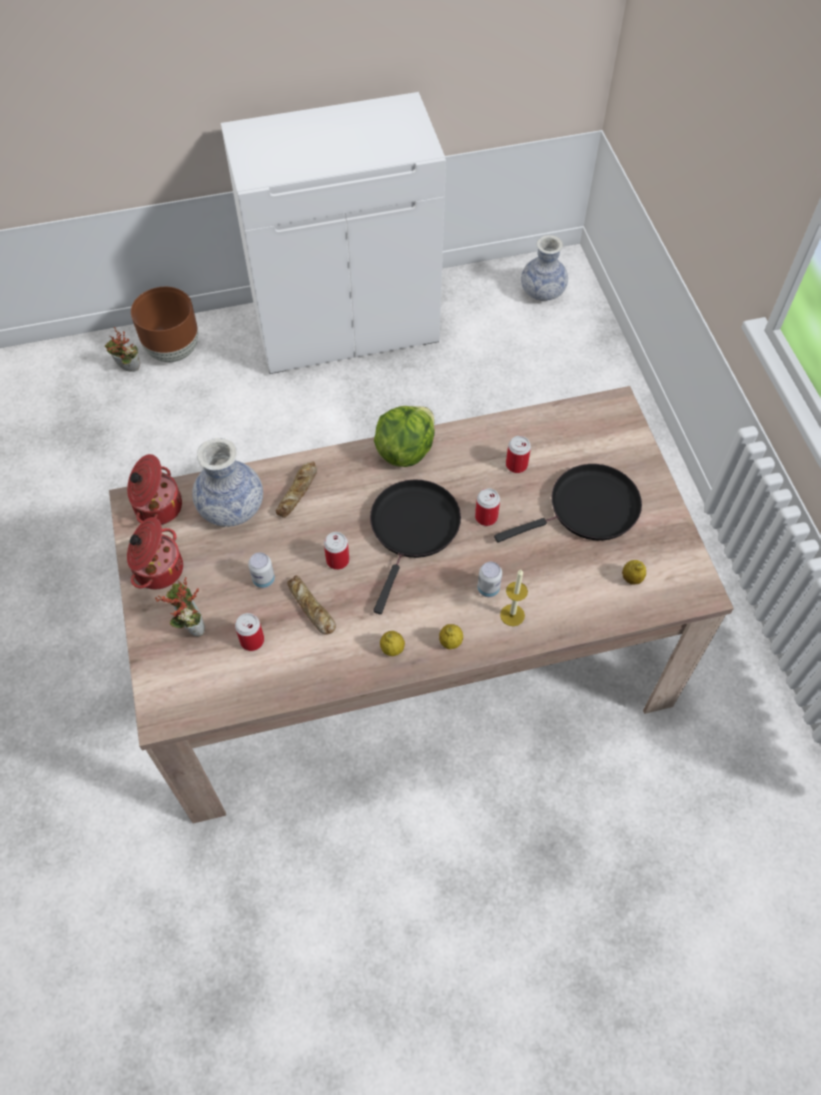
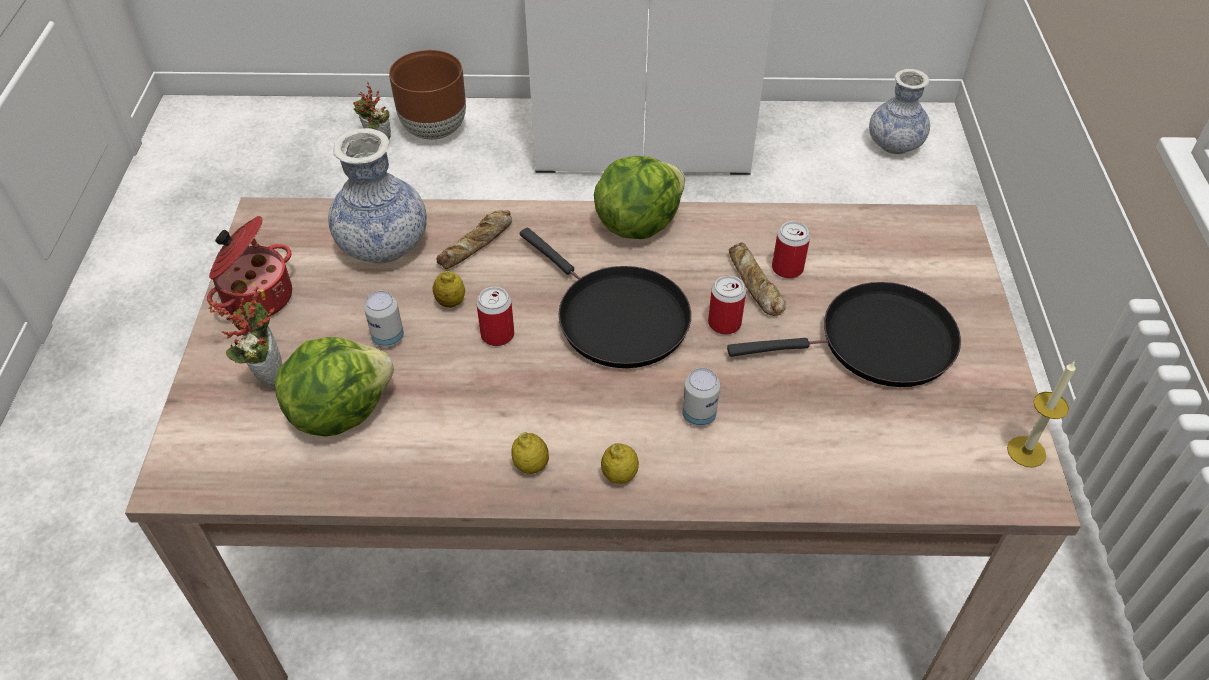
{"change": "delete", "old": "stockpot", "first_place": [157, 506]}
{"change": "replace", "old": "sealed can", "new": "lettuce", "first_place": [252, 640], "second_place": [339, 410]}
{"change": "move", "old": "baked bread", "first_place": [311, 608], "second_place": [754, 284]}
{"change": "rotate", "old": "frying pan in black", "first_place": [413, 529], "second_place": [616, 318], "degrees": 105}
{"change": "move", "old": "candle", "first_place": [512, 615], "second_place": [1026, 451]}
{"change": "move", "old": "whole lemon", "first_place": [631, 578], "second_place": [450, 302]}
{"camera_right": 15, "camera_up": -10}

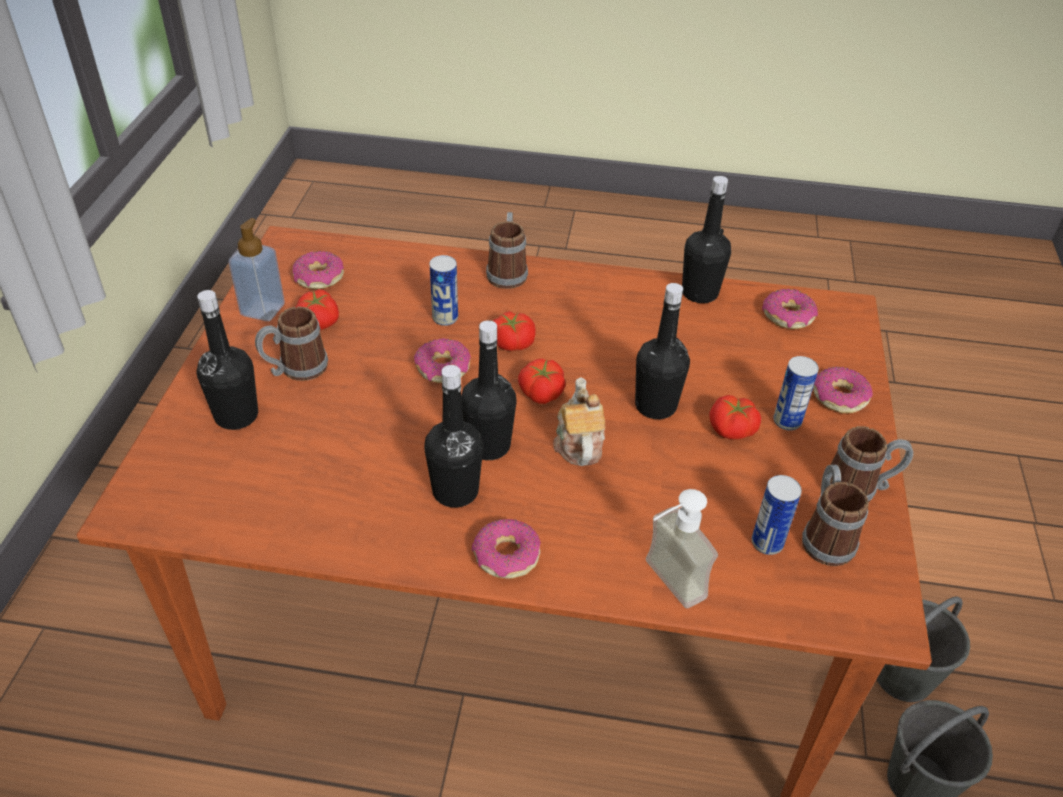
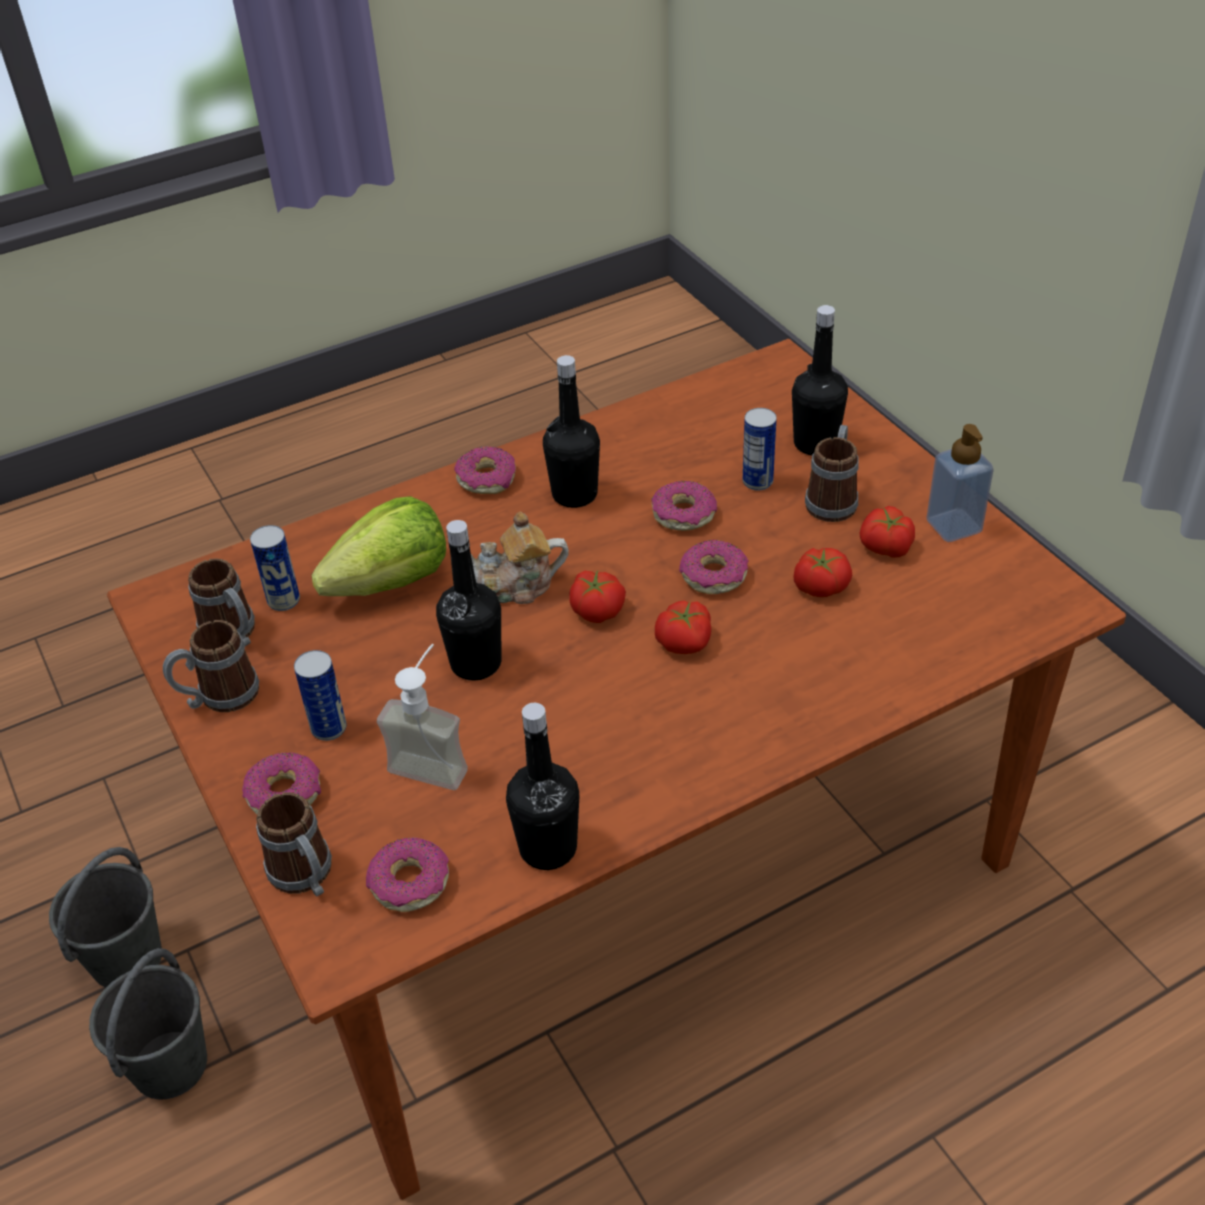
{"change": "move", "old": "doughnut", "first_place": [319, 278], "second_place": [683, 514]}
{"change": "move", "old": "sealed can", "first_place": [445, 318], "second_place": [757, 481]}
{"change": "delete", "old": "bottle in black", "first_place": [488, 445]}
{"change": "move", "old": "mug", "first_place": [507, 271], "second_place": [306, 877]}
{"change": "rotate", "old": "tea pot", "first_place": [578, 443], "second_place": [516, 586], "degrees": 120}
{"change": "move", "old": "liquid soap bottle", "first_place": [663, 585], "second_place": [434, 759]}
{"change": "move", "old": "tomato", "first_place": [732, 430], "second_place": [820, 585]}
{"change": "insert", "new": "lettuce", "second_place": [392, 582]}
{"camera_right": 145, "camera_up": 0}

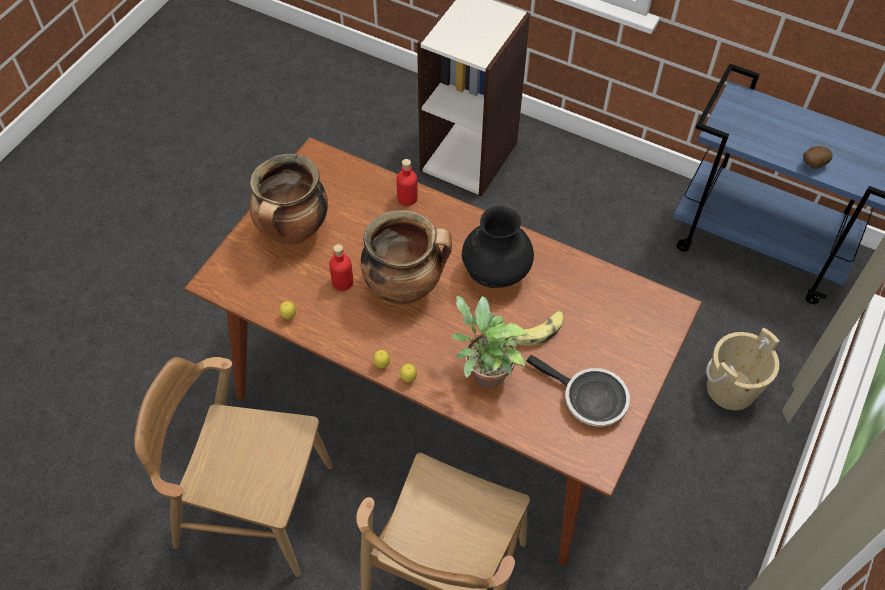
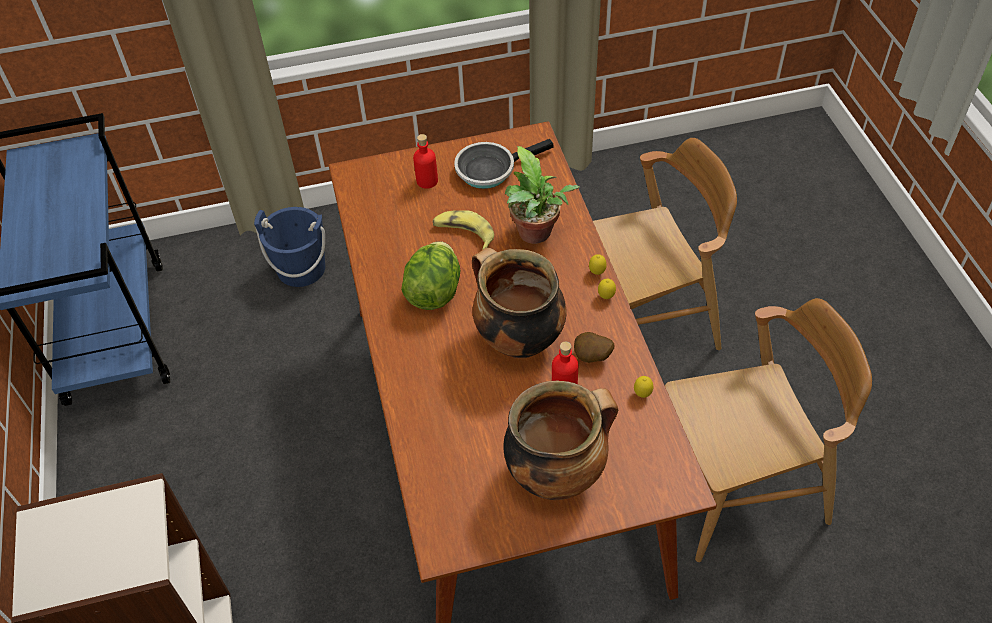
{"change": "rotate", "old": "plain chair in brown-coloured", "first_place": [254, 505], "second_place": [739, 487], "degrees": -75}
{"change": "move", "old": "bottle in red", "first_place": [407, 198], "second_place": [427, 181]}
{"change": "replace", "old": "flower vase in black", "new": "lettuce", "first_place": [496, 273], "second_place": [434, 292]}
{"change": "rotate", "old": "frying pan", "first_place": [589, 400], "second_place": [490, 169], "degrees": -105}
{"change": "recolor", "old": "pail in beige", "new": "pail in blue", "first_place": [731, 388], "second_place": [301, 268]}
{"change": "move", "old": "potato", "first_place": [812, 164], "second_place": [592, 358]}
{"camera_right": -130, "camera_up": -5}

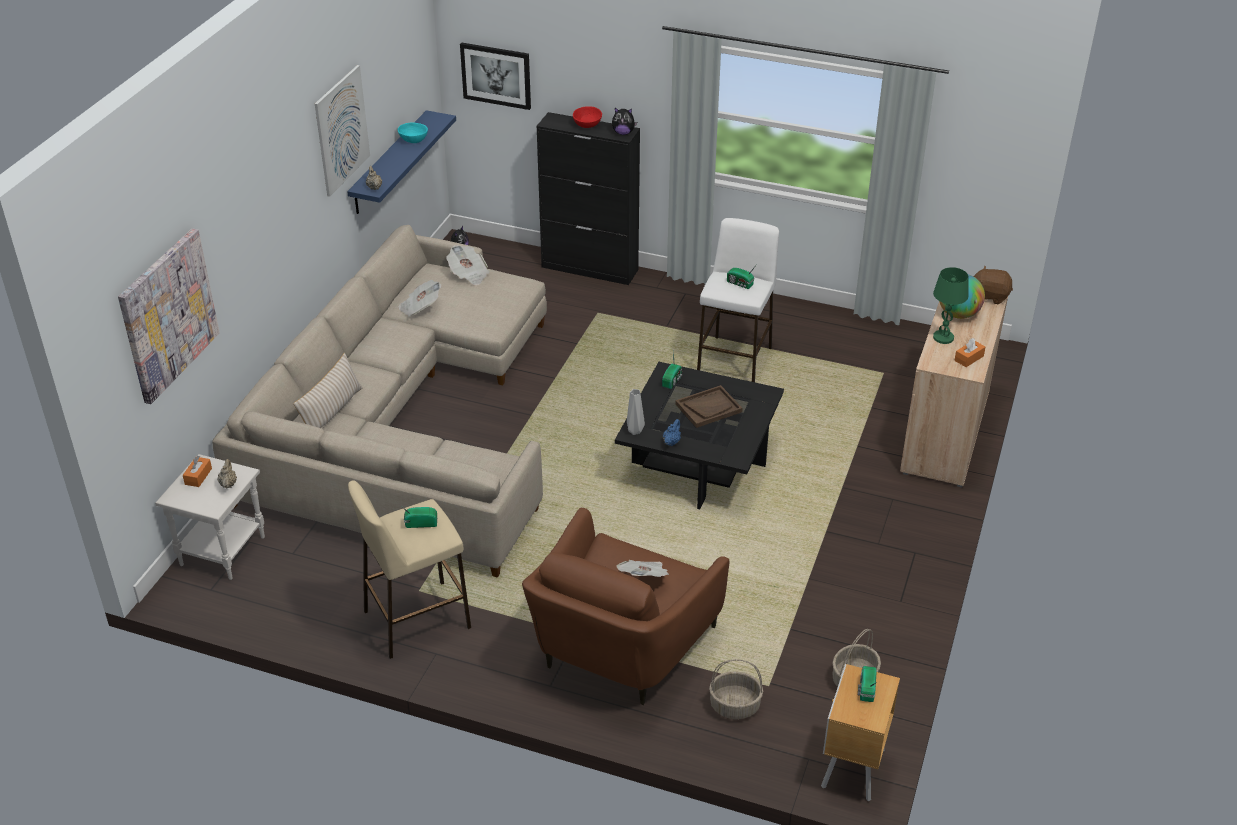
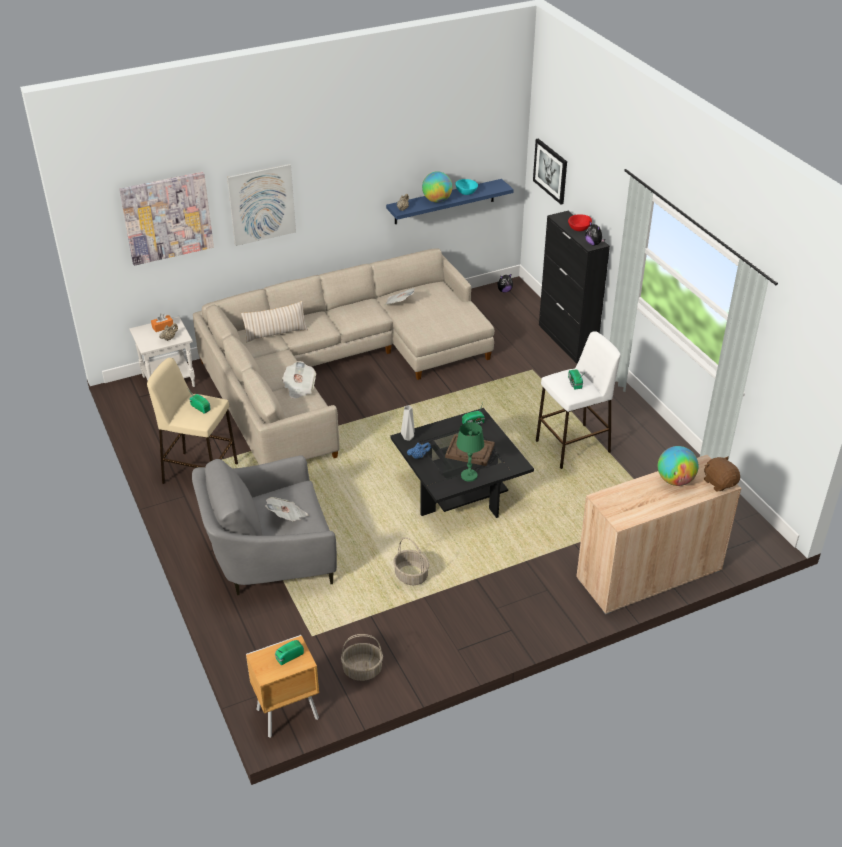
{"change": "move", "old": "wall picture", "first_place": [342, 130], "second_place": [262, 204]}
{"change": "move", "old": "printed paper", "first_place": [469, 274], "second_place": [299, 388]}
{"change": "recolor", "old": "armchair in brown-coloured", "new": "armchair in grey", "first_place": [620, 648], "second_place": [269, 558]}
{"change": "move", "old": "storage basket", "first_place": [734, 706], "second_place": [410, 575]}
{"change": "move", "old": "table lamp in green", "first_place": [943, 337], "second_place": [469, 476]}
{"change": "delete", "old": "tissue holder in orangey", "first_place": [969, 358]}
{"change": "insert", "new": "globe", "second_place": [437, 200]}
{"camera_right": 45, "camera_up": 0}

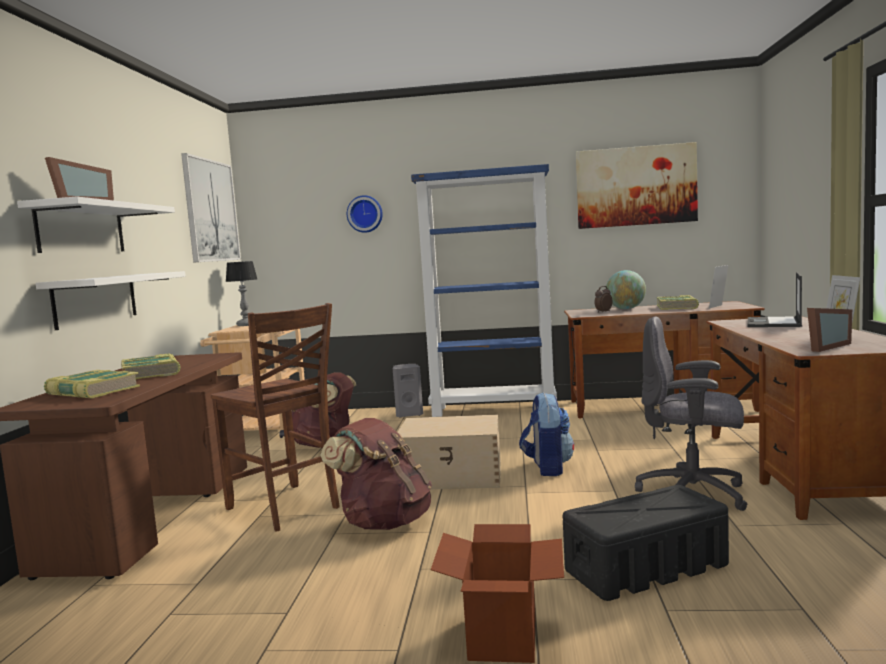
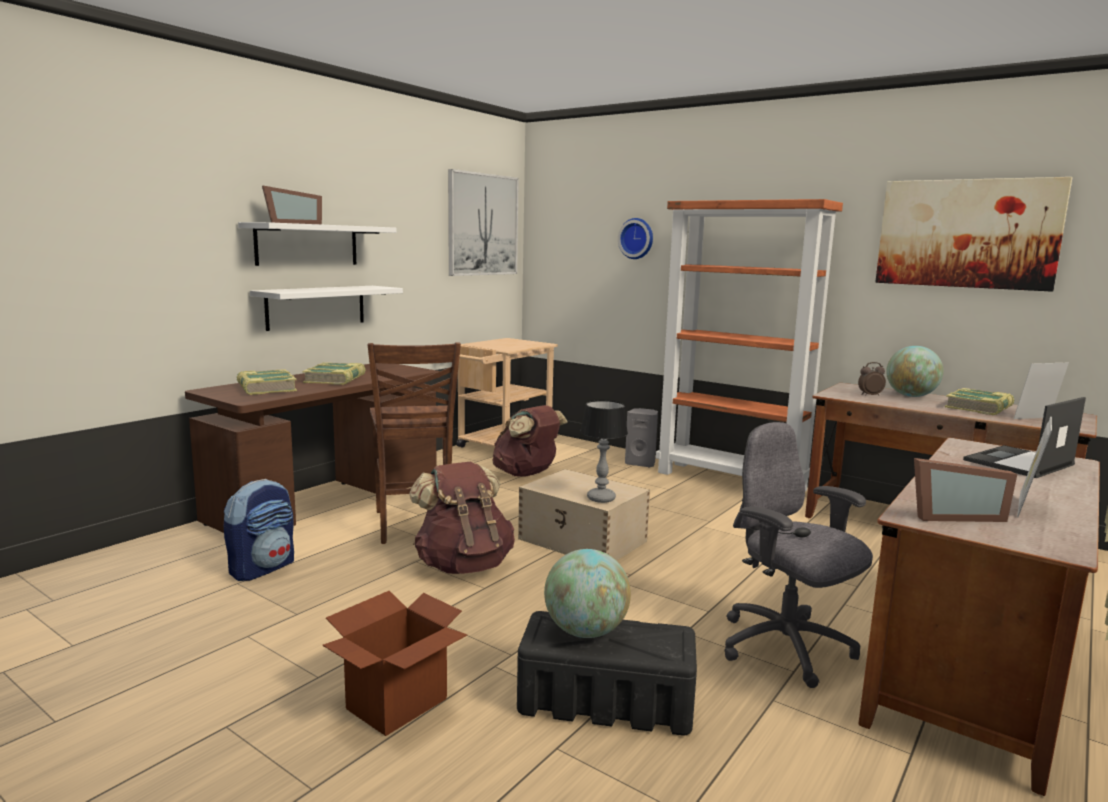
{"change": "move", "old": "table lamp", "first_place": [246, 325], "second_place": [601, 498]}
{"change": "recolor", "old": "bookshelf in blue", "new": "bookshelf in orangey", "first_place": [494, 409], "second_place": [732, 481]}
{"change": "move", "old": "backpack", "first_place": [547, 468], "second_place": [263, 568]}
{"change": "insert", "new": "globe", "second_place": [586, 631]}
{"camera_right": 30, "camera_up": 5}

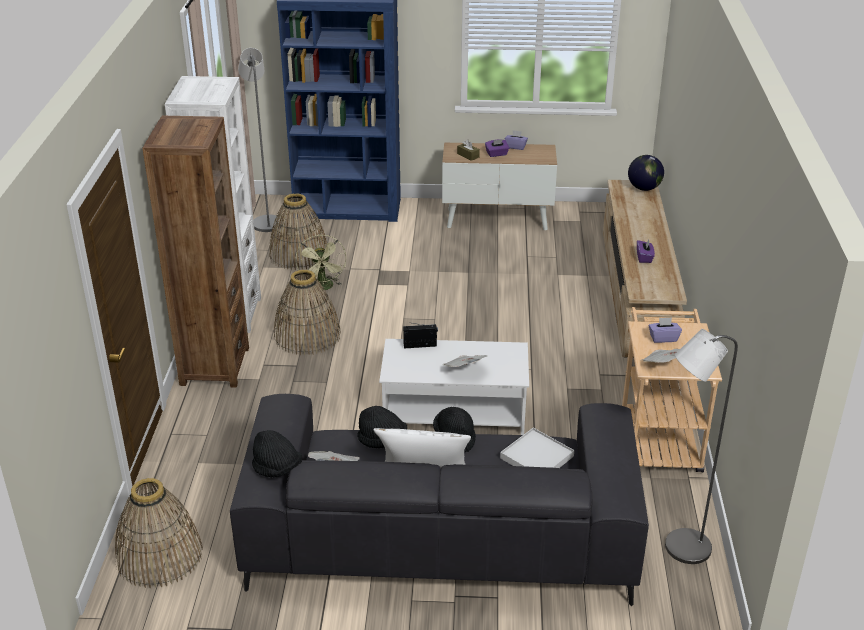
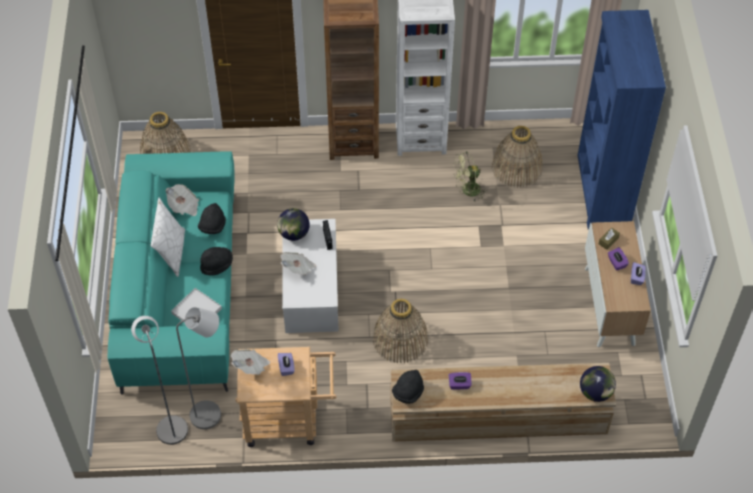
{"change": "recolor", "old": "sofa in grey", "new": "sofa in blue-green", "first_place": [440, 538], "second_place": [180, 289]}
{"change": "move", "old": "standing lamp in grey", "first_place": [266, 221], "second_place": [211, 413]}
{"change": "move", "old": "clothing hat in black", "first_place": [277, 468], "second_place": [408, 392]}
{"change": "move", "old": "storage basket", "first_place": [307, 335], "second_place": [400, 339]}
{"change": "insert", "new": "globe", "second_place": [293, 234]}
{"camera_right": 85, "camera_up": 20}

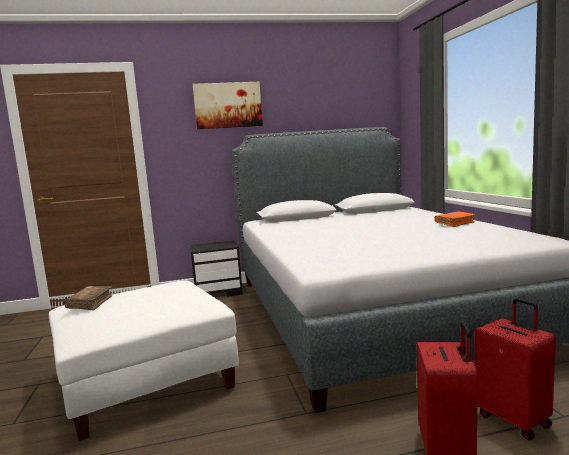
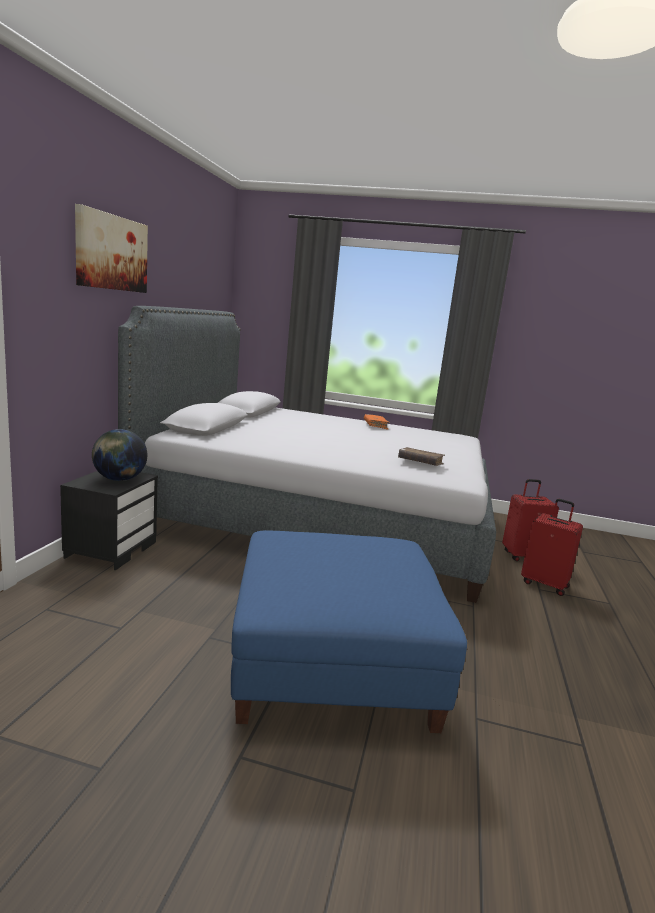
{"change": "recolor", "old": "pouffe in white-coloured", "new": "pouffe in blue", "first_place": [146, 379], "second_place": [331, 661]}
{"change": "move", "old": "book in brown-coloured", "first_place": [90, 303], "second_place": [420, 462]}
{"change": "insert", "new": "globe", "second_place": [119, 479]}
{"camera_right": -65, "camera_up": 5}

